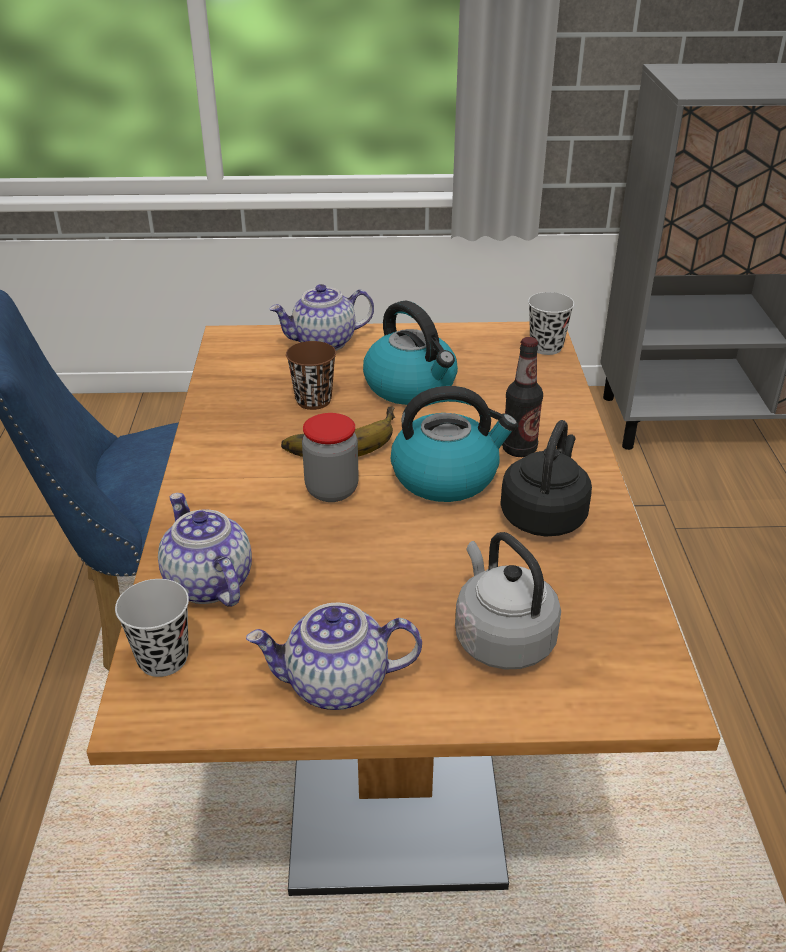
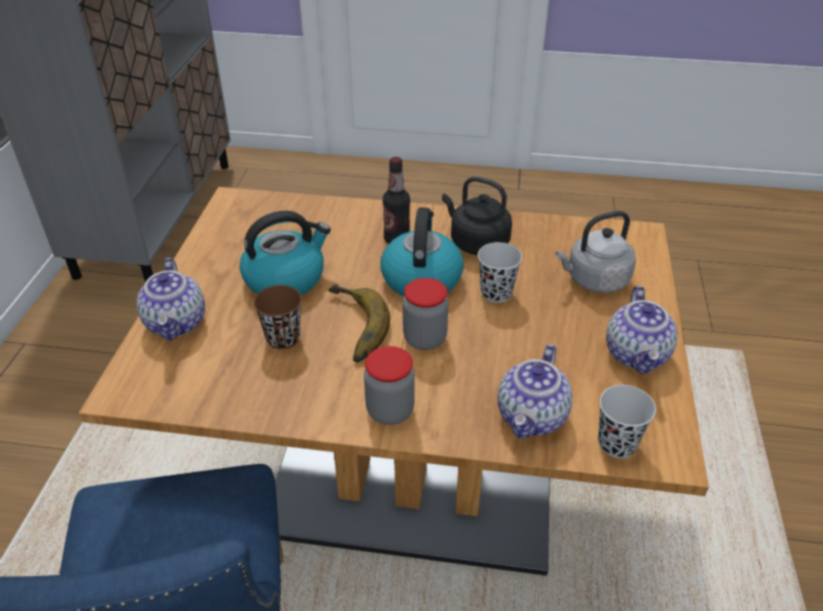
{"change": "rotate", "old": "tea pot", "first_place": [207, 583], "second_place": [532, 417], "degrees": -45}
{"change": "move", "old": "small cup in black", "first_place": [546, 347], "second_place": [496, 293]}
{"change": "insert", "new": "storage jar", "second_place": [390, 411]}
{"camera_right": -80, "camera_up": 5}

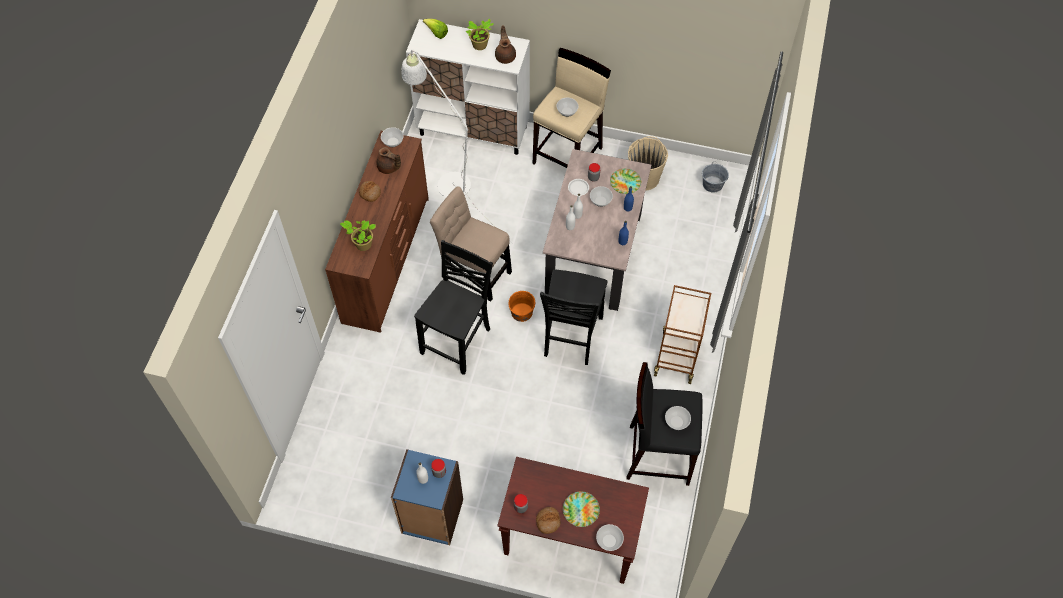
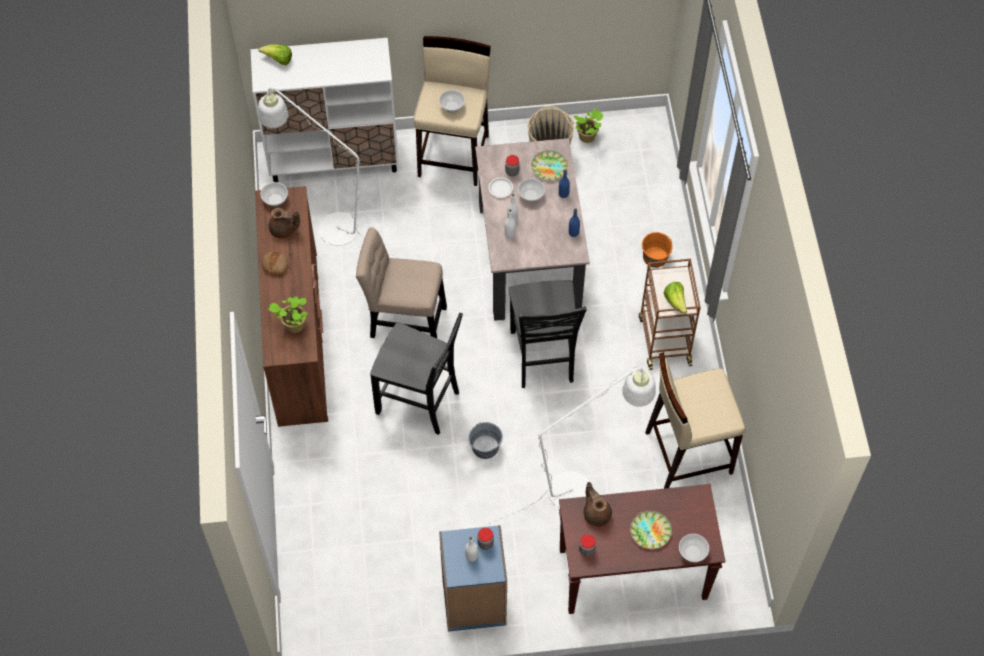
{"change": "rotate", "old": "plain chair in black", "first_place": [458, 341], "second_place": [419, 402], "degrees": 105}
{"change": "move", "old": "plant in a pot", "first_place": [480, 46], "second_place": [588, 137]}
{"change": "move", "old": "tea pot in brown-coloured", "first_place": [505, 56], "second_place": [596, 513]}
{"change": "move", "old": "pail in orangey", "first_place": [521, 312], "second_place": [655, 257]}
{"change": "delete", "old": "baked bread", "first_place": [548, 521]}
{"change": "recolor", "old": "stool seat in black", "new": "stool seat in beige", "first_place": [658, 454], "second_place": [687, 452]}
{"change": "delete", "old": "bowl", "first_place": [676, 421]}
{"change": "move", "old": "pail in grey", "first_place": [712, 184], "second_place": [485, 447]}
{"change": "insert", "new": "standing lamp in white-coloured", "second_place": [580, 486]}
{"change": "insert", "new": "lettuce", "second_place": [675, 302]}
{"camera_right": -20, "camera_up": 0}

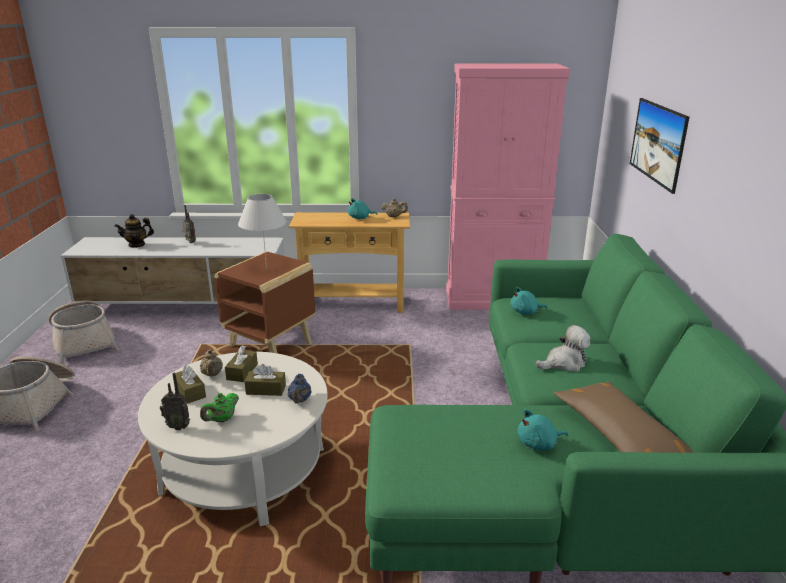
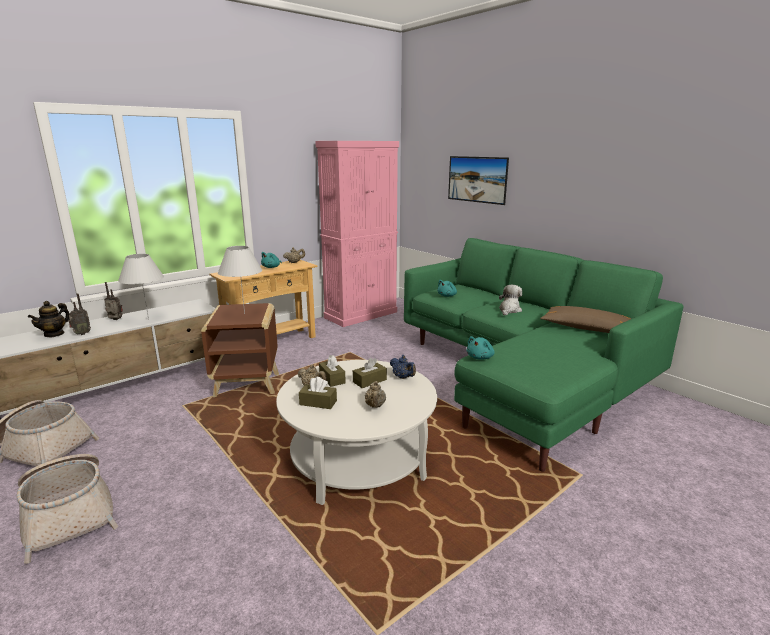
{"change": "move", "old": "radio set", "first_place": [178, 426], "second_place": [81, 334]}
{"change": "recolor", "old": "tea pot in green", "new": "tea pot in beige", "first_place": [222, 420], "second_place": [375, 406]}
{"change": "move", "old": "plush toy in blue-green", "first_place": [539, 444], "second_place": [480, 357]}
{"change": "insert", "new": "table lamp in white-coloured", "second_place": [148, 319]}
{"camera_right": -40, "camera_up": -5}

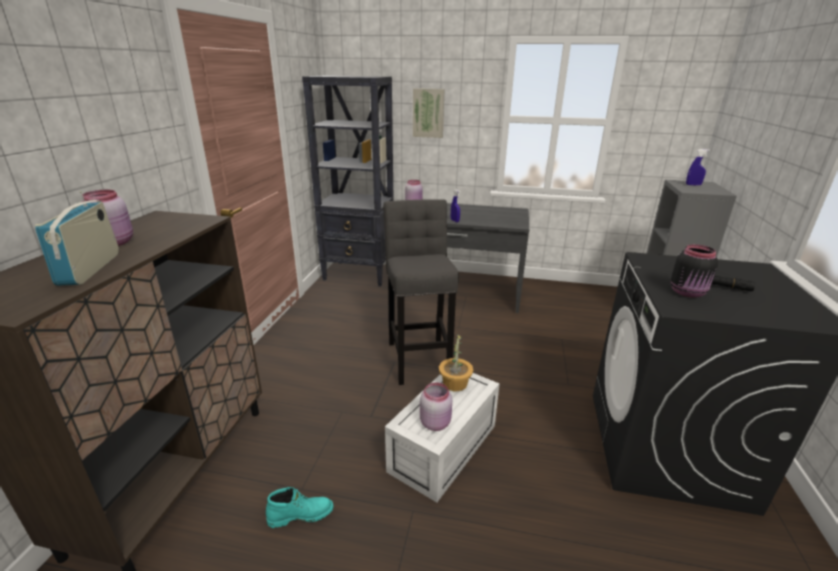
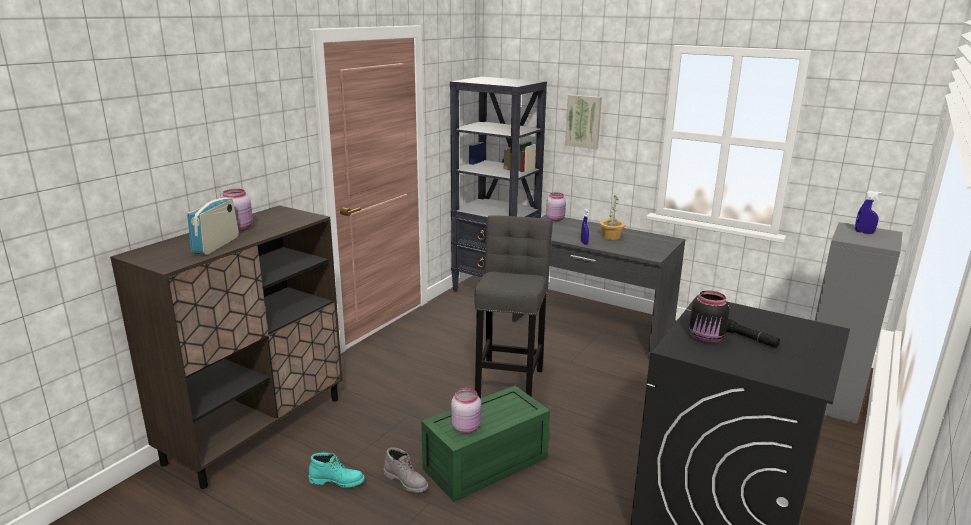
{"change": "recolor", "old": "storage container in white-coloured", "new": "storage container in green", "first_place": [444, 449], "second_place": [485, 465]}
{"change": "move", "old": "plant in a pot", "first_place": [454, 383], "second_place": [611, 236]}
{"change": "insert", "new": "high-top boot in grey", "second_place": [406, 481]}
{"camera_right": 20, "camera_up": -5}

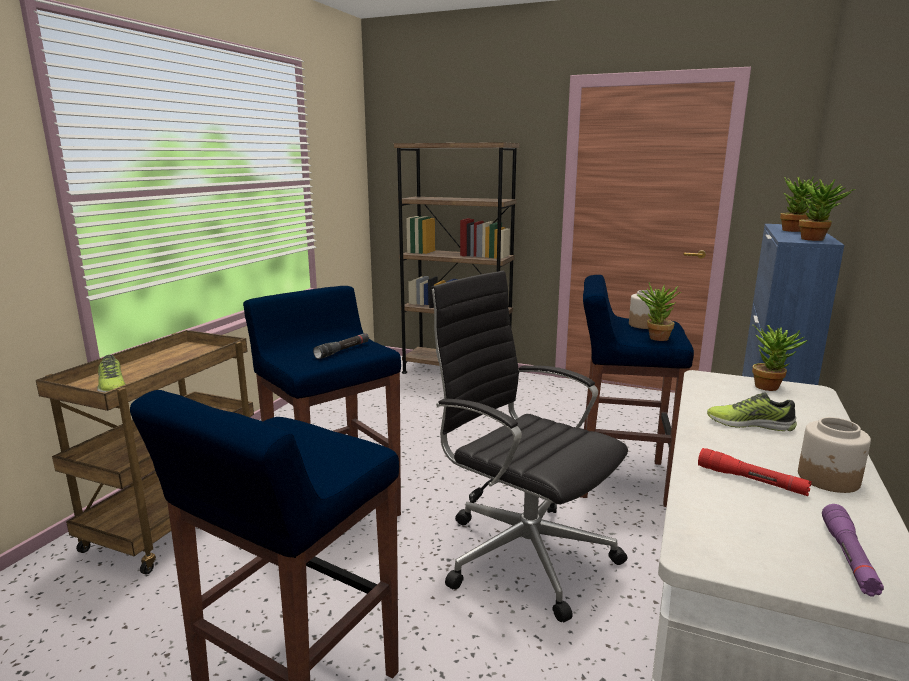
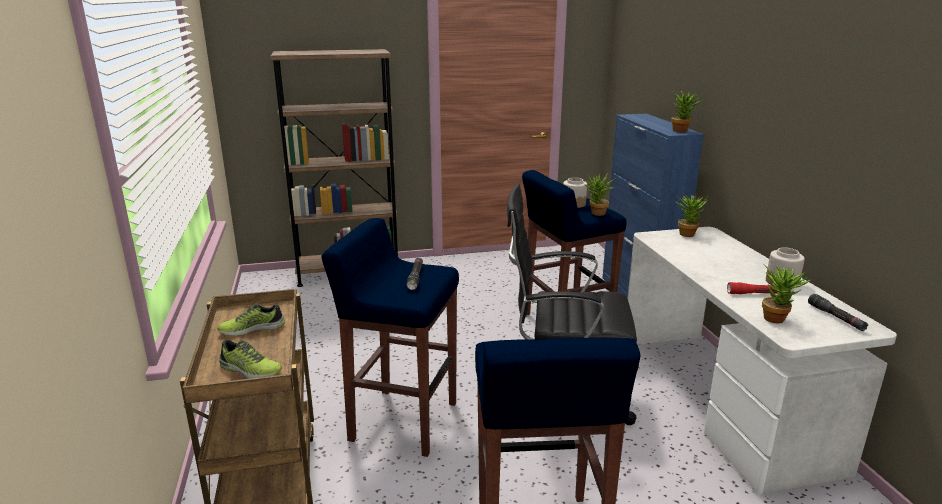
{"change": "move", "old": "item of footwear", "first_place": [749, 424], "second_place": [252, 329]}
{"change": "move", "old": "plant in a pot", "first_place": [796, 230], "second_place": [777, 318]}
{"change": "recolor", "old": "hand torch in purple-coloured", "new": "hand torch in black", "first_place": [848, 557], "second_place": [836, 317]}
{"camera_right": -35, "camera_up": 5}

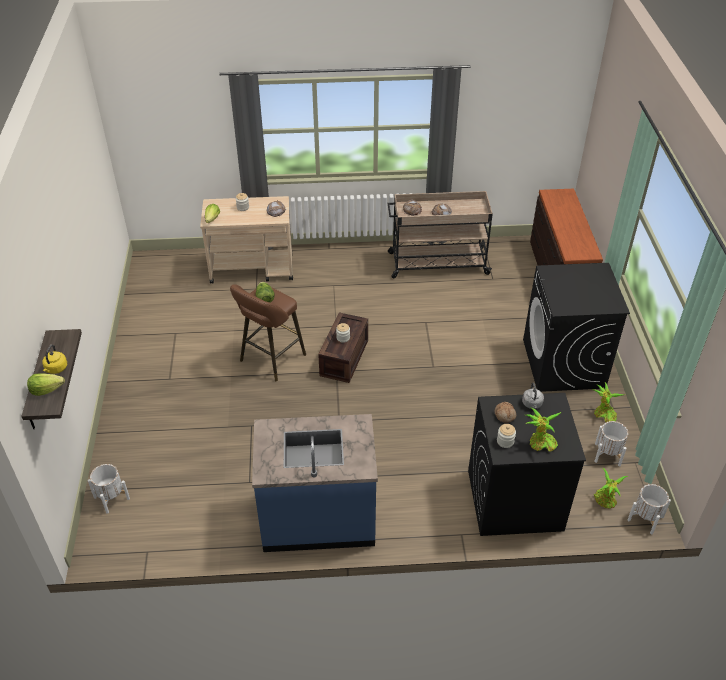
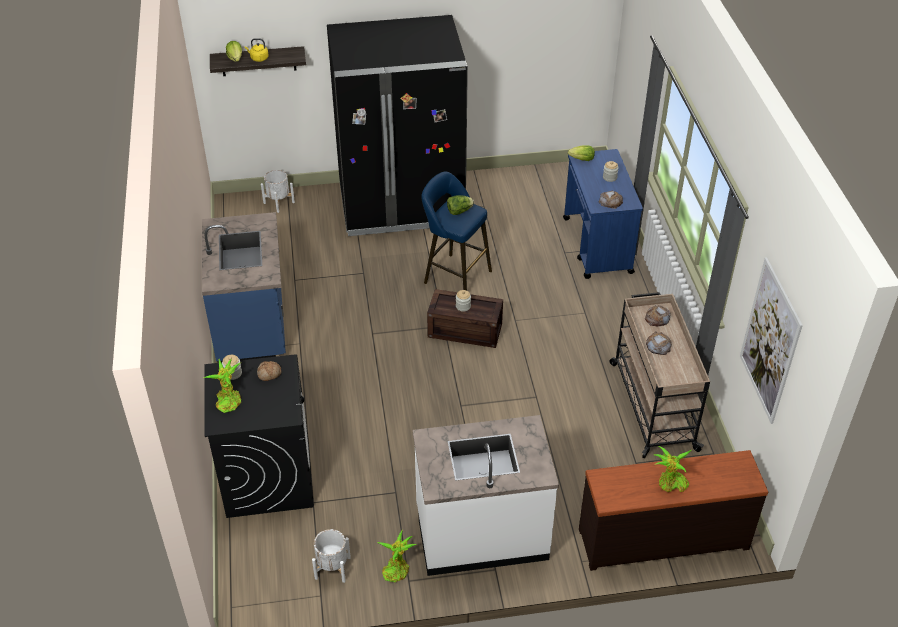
{"change": "recolor", "old": "wheeled cart in beige", "new": "wheeled cart in blue", "first_place": [252, 269], "second_place": [597, 246]}
{"change": "recolor", "old": "stool seat in brown-coloured", "new": "stool seat in blue", "first_place": [270, 360], "second_place": [454, 275]}
{"change": "delete", "old": "kettle in grey", "first_place": [532, 404]}
{"change": "replace", "old": "laundry machine in black", "new": "kitchen base unit in white-coloured", "first_place": [563, 364], "second_place": [481, 533]}
{"change": "move", "old": "plant in a pot", "first_place": [605, 501], "second_place": [670, 484]}
{"change": "delete", "old": "plant pot in white-coloured", "first_place": [645, 518]}
{"change": "insert", "new": "refrigerator in black", "second_place": [401, 205]}
{"change": "insert", "new": "wall picture", "second_place": [770, 341]}
{"camera_right": 85, "camera_up": 0}

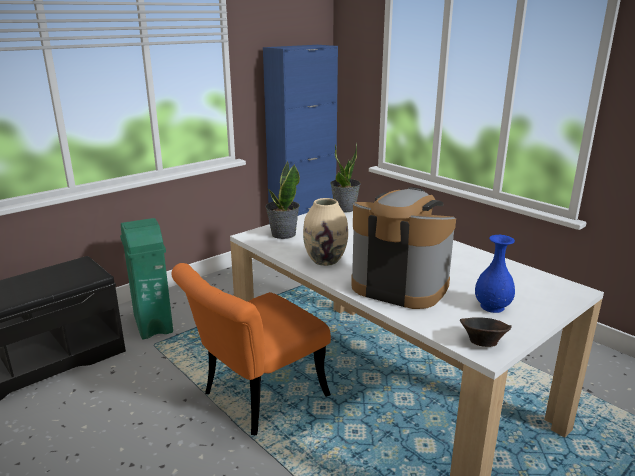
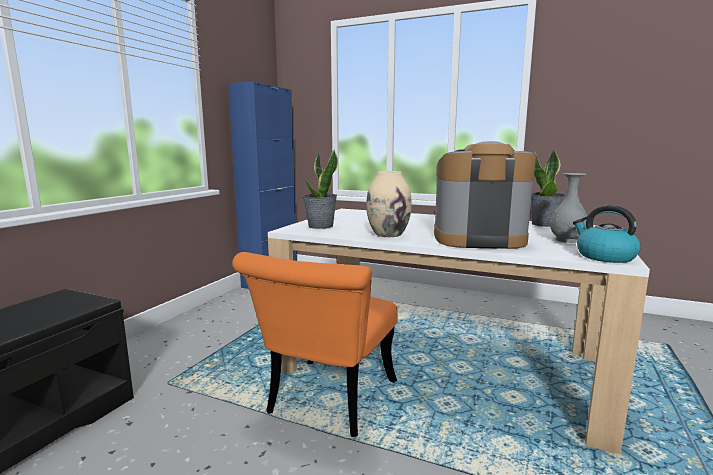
{"change": "delete", "old": "trash can in green", "first_place": [153, 324]}
{"change": "move", "old": "plant in a pot", "first_place": [345, 209], "second_place": [544, 224]}
{"change": "replace", "old": "bowl in brown-coloured", "new": "kettle", "first_place": [482, 343], "second_place": [604, 256]}
{"change": "recolor", "old": "flower vase in blue", "new": "flower vase in grey", "first_place": [492, 307], "second_place": [567, 240]}
{"camera_right": -25, "camera_up": -10}

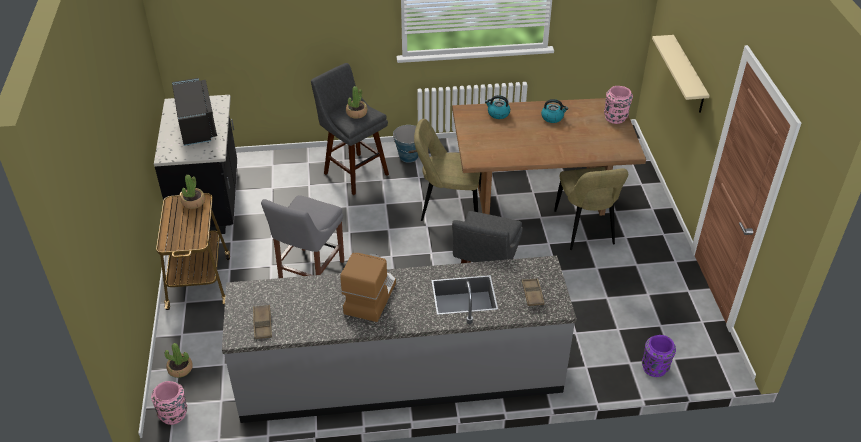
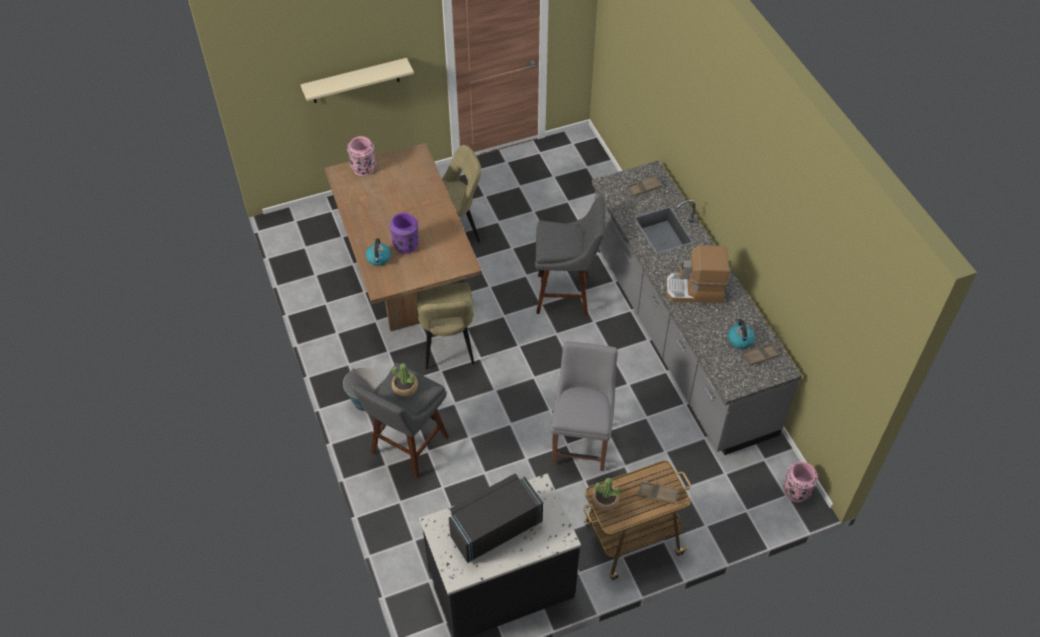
{"change": "delete", "old": "plant in a pot", "first_place": [180, 369]}
{"change": "rotate", "old": "plain chair in grey", "first_place": [309, 272], "second_place": [581, 441], "degrees": -90}
{"change": "move", "old": "kettle", "first_place": [552, 117], "second_place": [739, 339]}
{"change": "move", "old": "flower vase in purple-coloured", "first_place": [655, 367], "second_place": [406, 245]}
{"change": "insert", "new": "serving tray in brown-coloured", "second_place": [657, 494]}
{"camera_right": -105, "camera_up": 10}

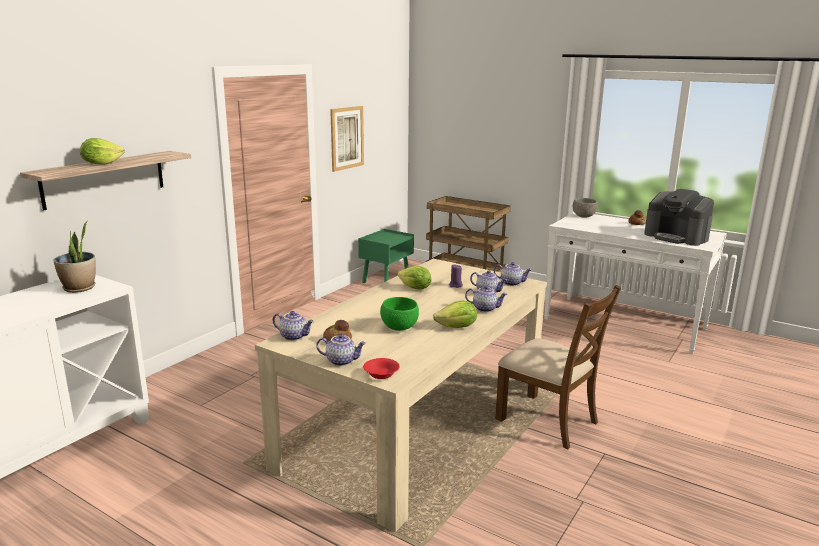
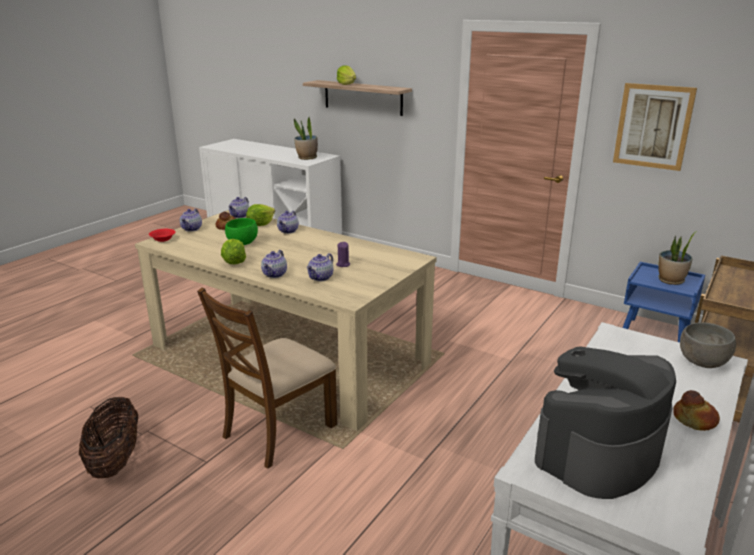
{"change": "recolor", "old": "night table in green", "new": "night table in blue", "first_place": [386, 279], "second_place": [656, 333]}
{"change": "move", "old": "lettuce", "first_place": [415, 288], "second_place": [260, 224]}
{"change": "move", "old": "tea pot", "first_place": [512, 283], "second_place": [288, 231]}
{"change": "insert", "new": "storage basket", "second_place": [115, 460]}
{"change": "insert", "new": "plant in a pot", "second_place": [671, 280]}
{"camera_right": 90, "camera_up": 5}

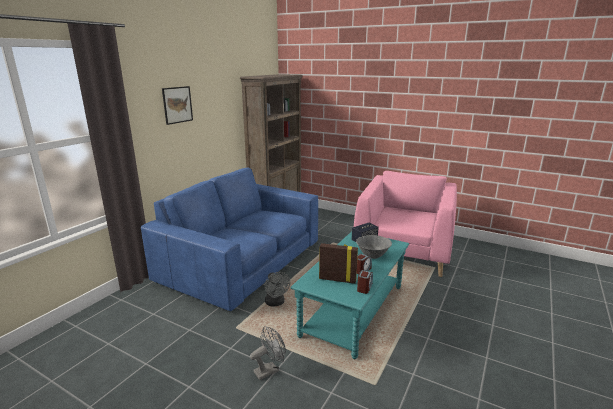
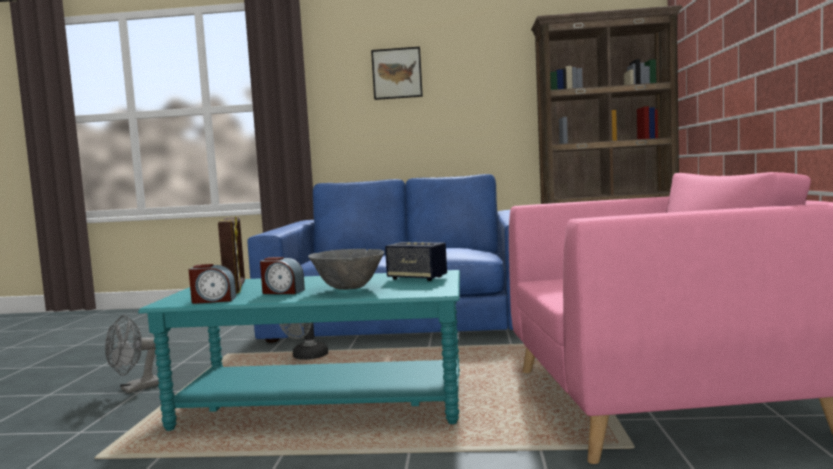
{"change": "rotate", "old": "electric fan in grey", "first_place": [269, 370], "second_place": [135, 389], "degrees": 105}
{"camera_right": 65, "camera_up": -15}

